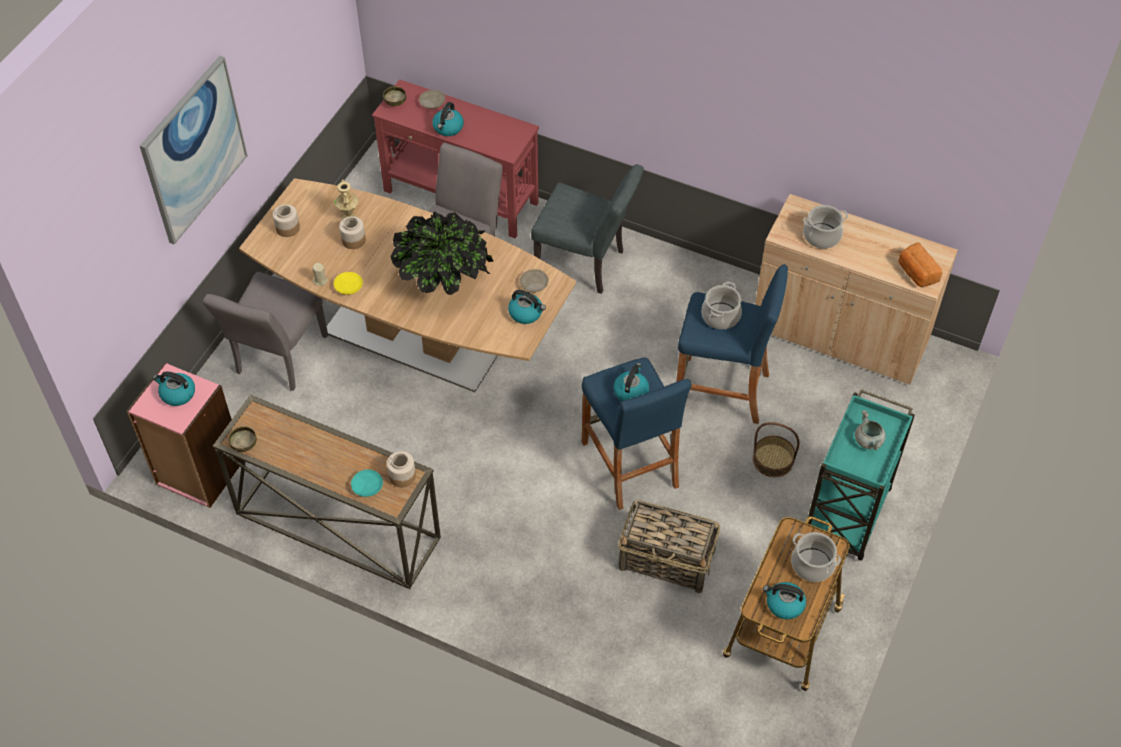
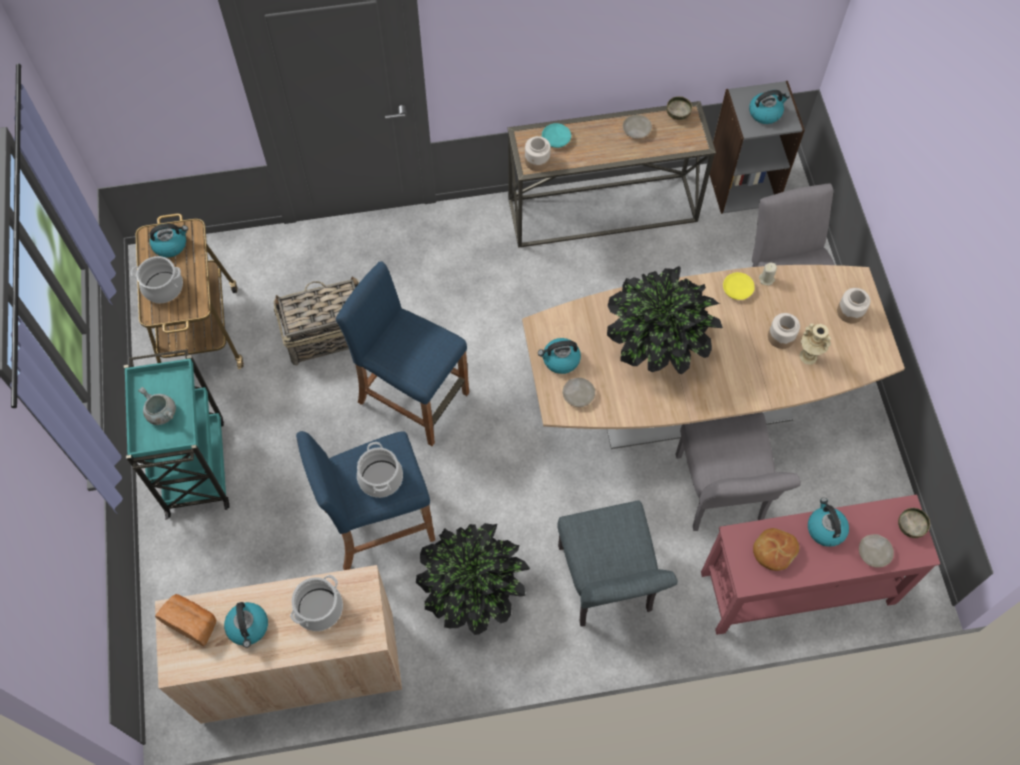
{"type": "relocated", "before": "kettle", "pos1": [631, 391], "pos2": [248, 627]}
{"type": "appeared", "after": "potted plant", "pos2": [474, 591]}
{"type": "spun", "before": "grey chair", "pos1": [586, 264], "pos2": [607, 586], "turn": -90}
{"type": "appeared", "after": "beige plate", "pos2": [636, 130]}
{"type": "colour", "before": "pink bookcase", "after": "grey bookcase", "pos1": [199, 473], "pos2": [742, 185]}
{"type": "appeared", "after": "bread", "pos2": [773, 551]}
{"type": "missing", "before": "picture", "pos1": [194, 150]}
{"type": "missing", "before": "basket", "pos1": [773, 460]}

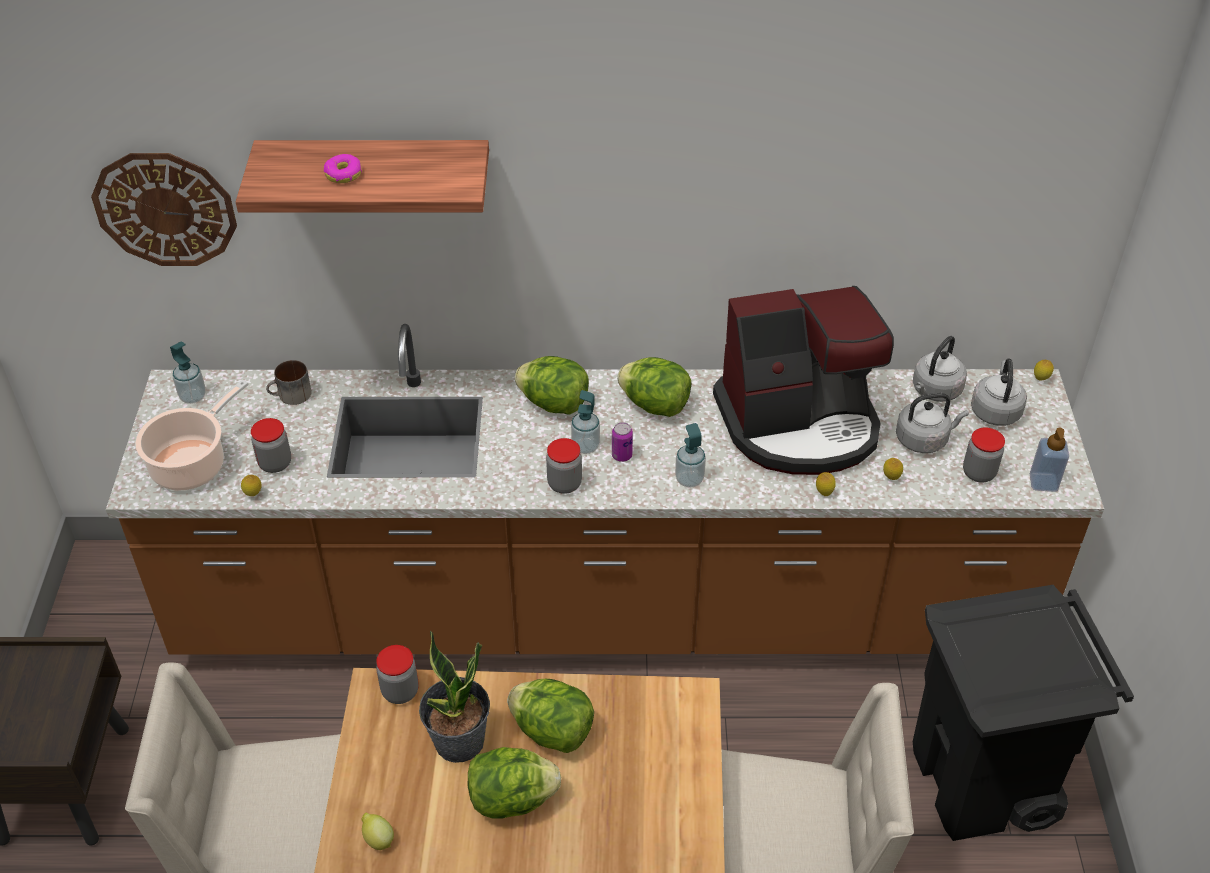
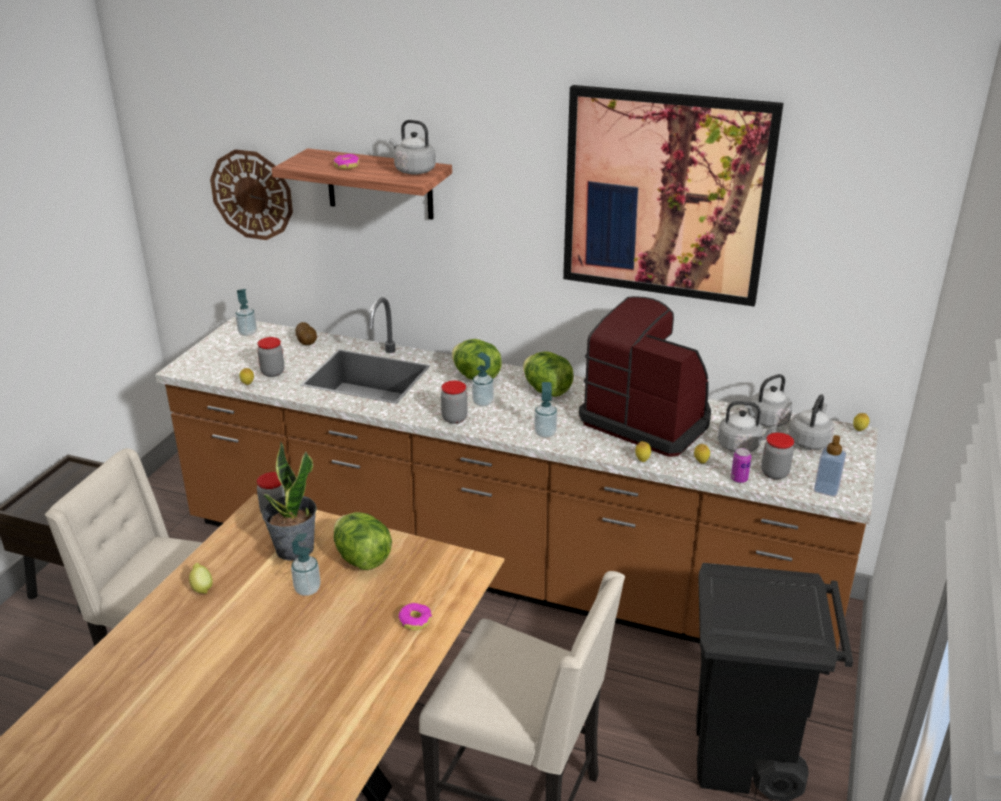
{"type": "exchanged", "before": "lettuce", "after": "soap dispenser", "pos1": [512, 799], "pos2": [307, 589]}
{"type": "exchanged", "before": "mug", "after": "potato", "pos1": [291, 396], "pos2": [307, 343]}
{"type": "appeared", "after": "grey kettle", "pos2": [413, 171]}
{"type": "appeared", "after": "donut", "pos2": [415, 620]}
{"type": "appeared", "after": "picture", "pos2": [666, 196]}
{"type": "spun", "before": "coffee machine", "pos1": [799, 424], "pos2": [648, 420], "turn": -150}
{"type": "relocated", "before": "can", "pos1": [622, 455], "pos2": [739, 479]}
{"type": "missing", "before": "cooking pot", "pos1": [192, 464]}

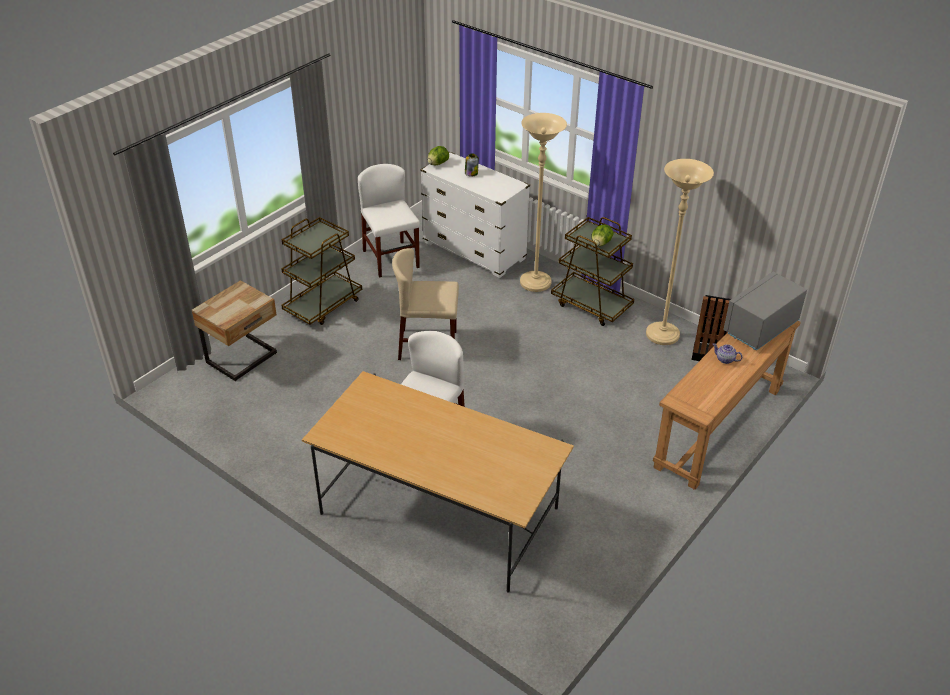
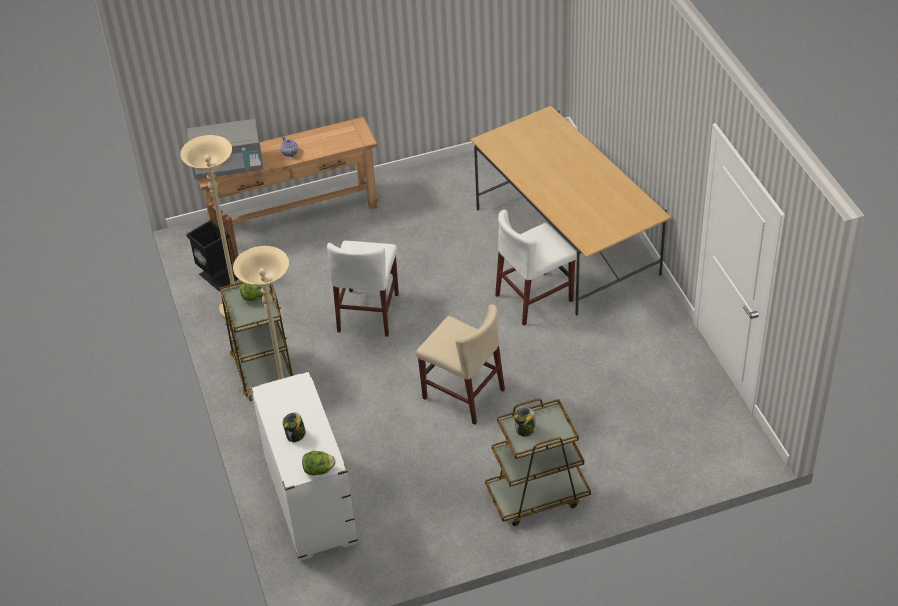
{"type": "relocated", "before": "white chair", "pos1": [391, 259], "pos2": [368, 312]}
{"type": "appeared", "after": "jar", "pos2": [525, 430]}
{"type": "missing", "before": "beige nightstand", "pos1": [243, 359]}

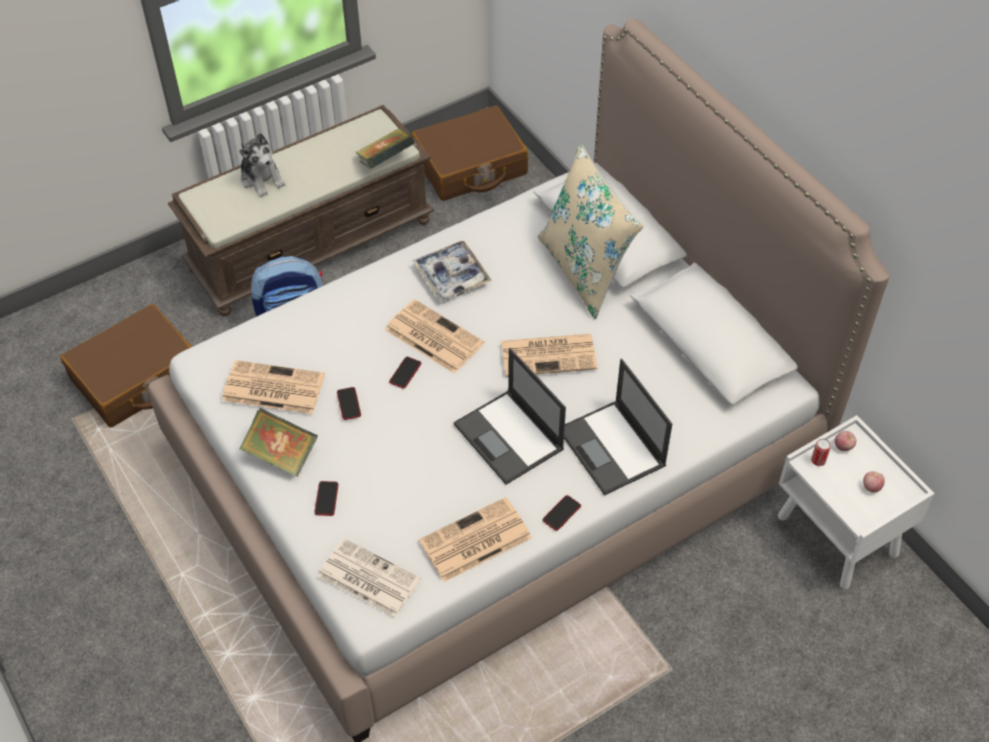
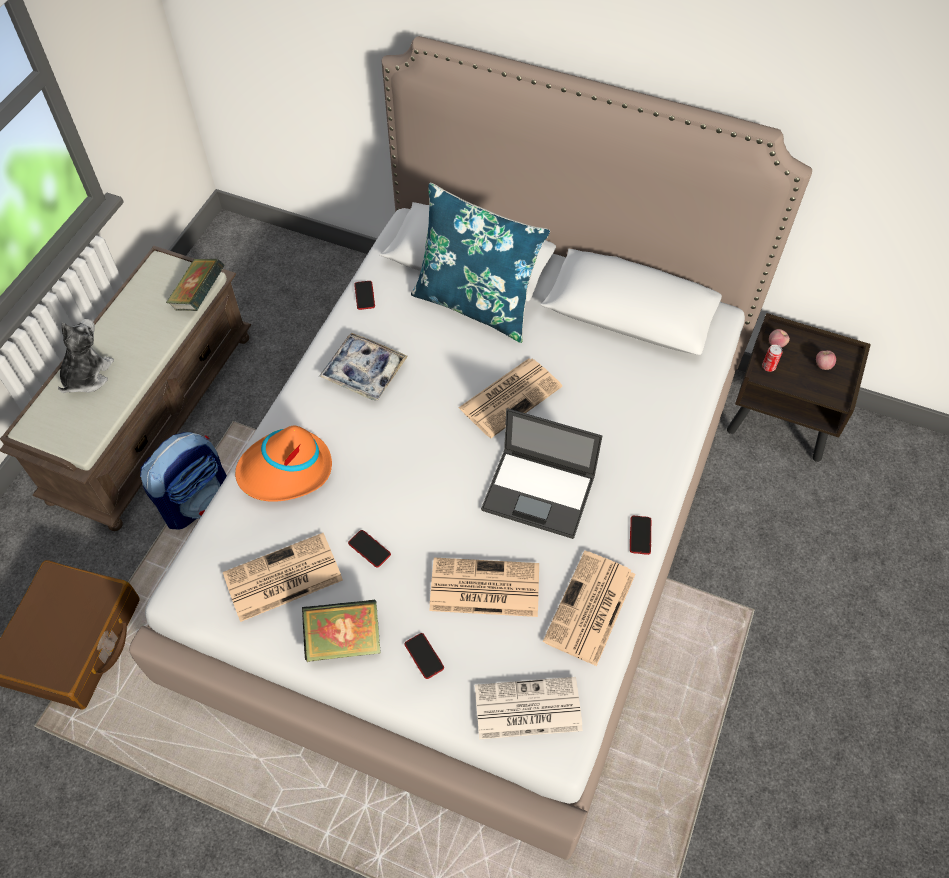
{"type": "spun", "before": "plush toy", "pos1": [262, 179], "pos2": [87, 375], "turn": -90}
{"type": "appeared", "after": "orange hat", "pos2": [285, 470]}
{"type": "relocated", "before": "phone", "pos1": [405, 373], "pos2": [364, 295]}
{"type": "colour", "before": "beige pillow", "after": "blue pillow", "pos1": [585, 270], "pos2": [476, 304]}
{"type": "relocated", "before": "newspaper", "pos1": [432, 336], "pos2": [483, 588]}
{"type": "colour", "before": "white nightstand", "after": "brown nightstand", "pos1": [838, 536], "pos2": [781, 421]}
{"type": "missing", "before": "brown suitcase", "pos1": [470, 166]}
{"type": "missing", "before": "laptop", "pos1": [612, 448]}

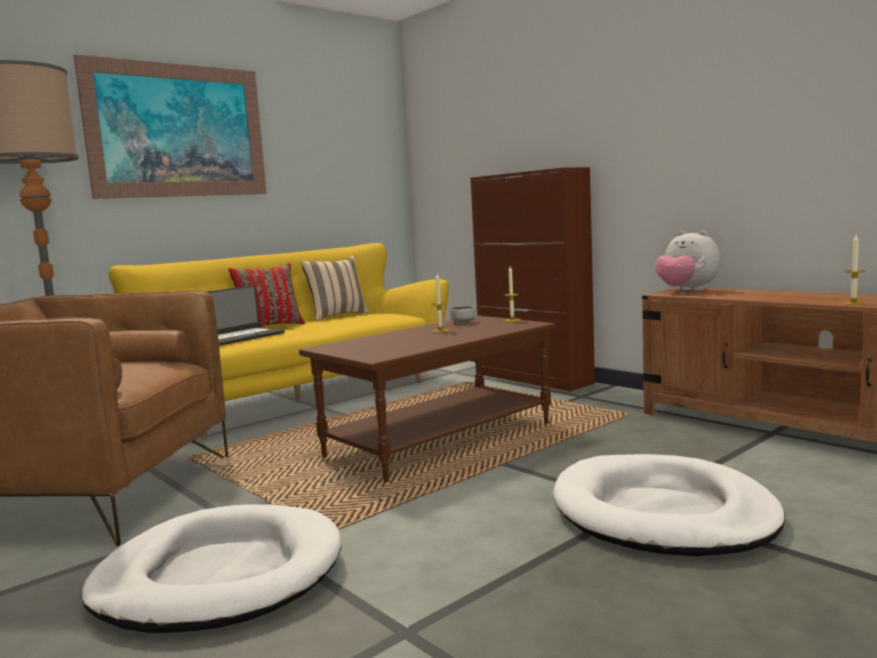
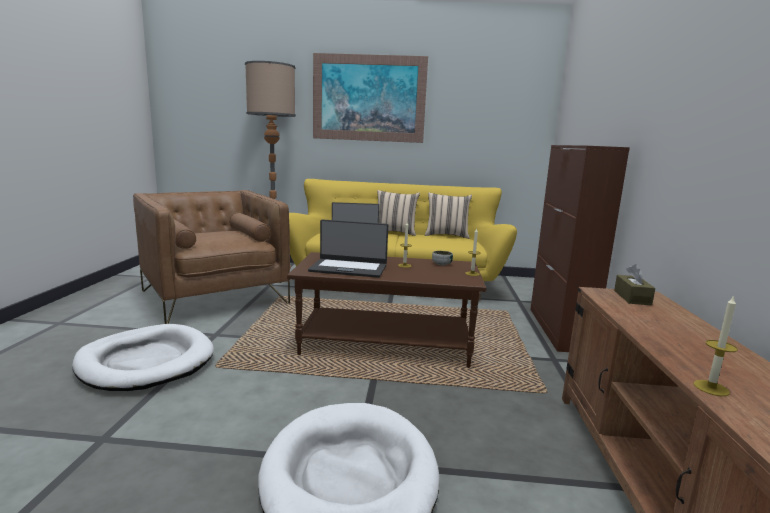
{"type": "appeared", "after": "laptop", "pos2": [348, 268]}
{"type": "colour", "before": "red pillow", "after": "beige pillow", "pos1": [269, 327], "pos2": [395, 232]}
{"type": "exchanged", "before": "plush toy", "after": "brown tissue box", "pos1": [686, 291], "pos2": [632, 297]}

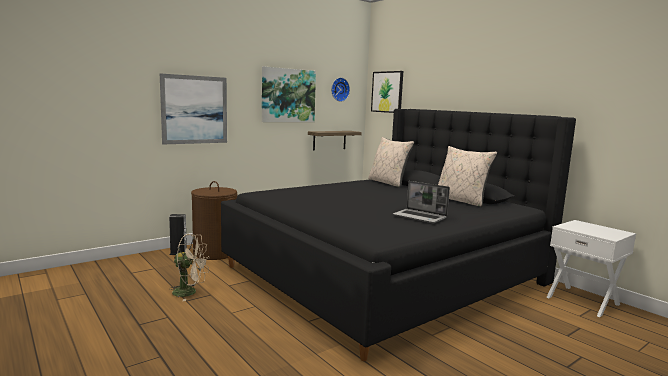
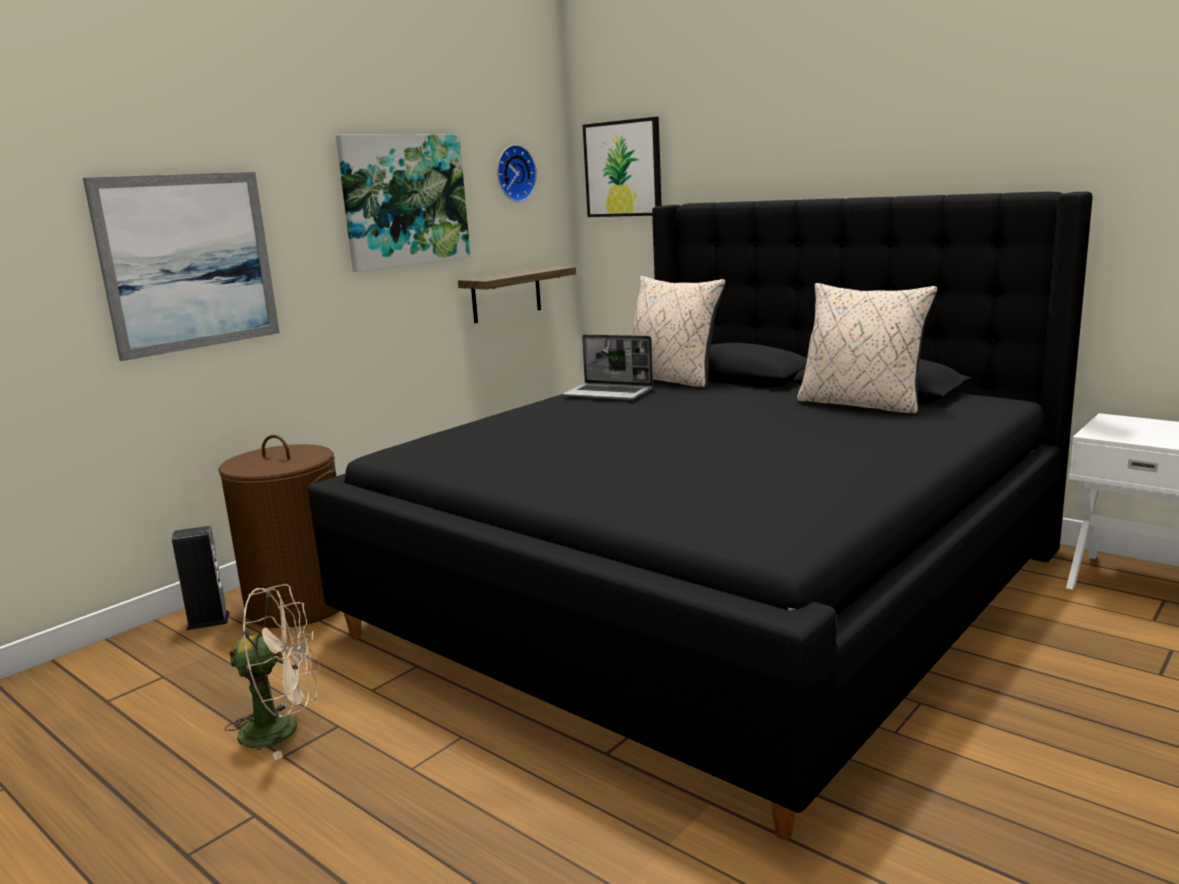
{"type": "relocated", "before": "laptop", "pos1": [420, 217], "pos2": [610, 393]}

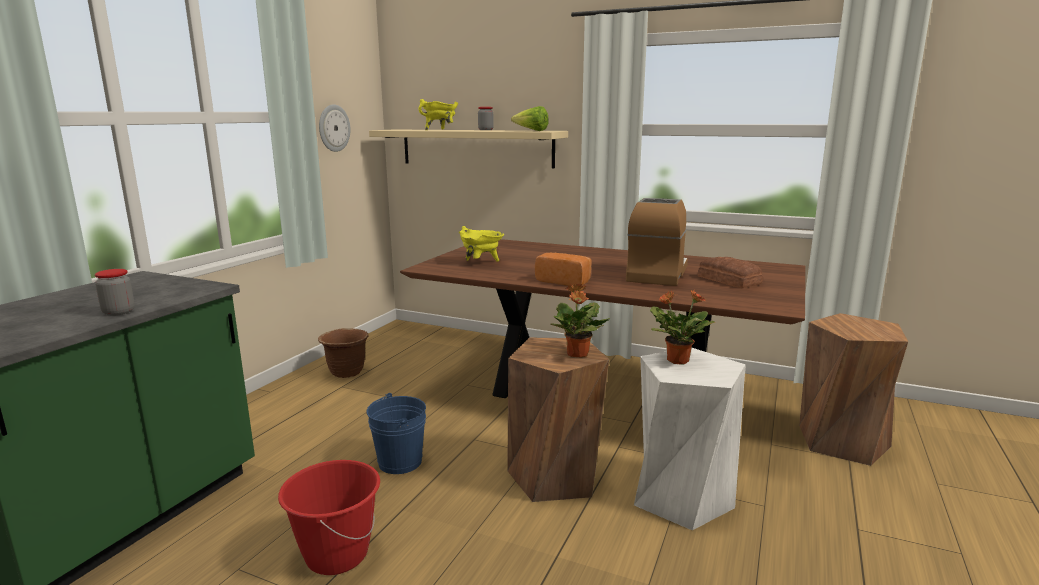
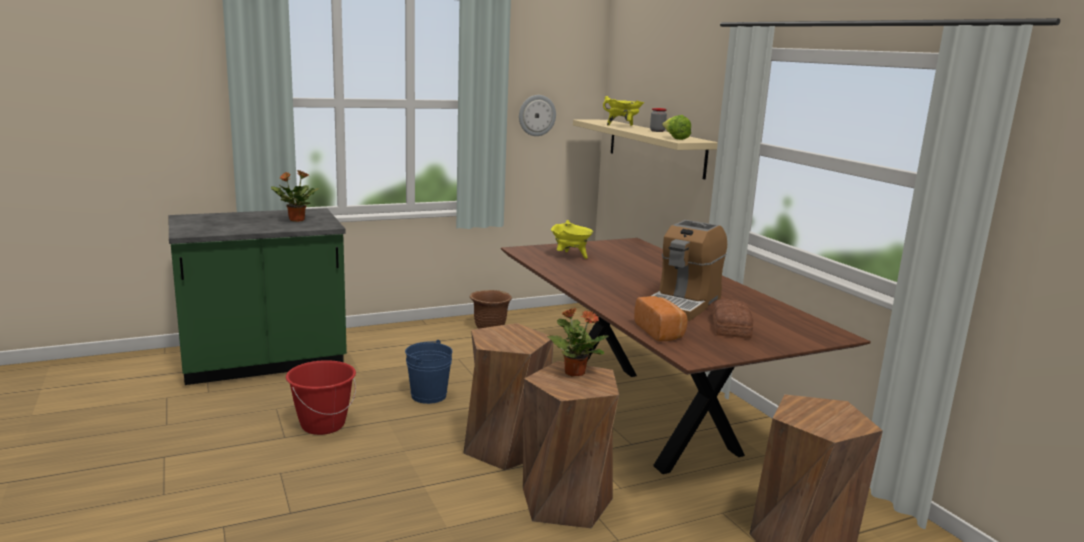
{"type": "relocated", "before": "potted plant", "pos1": [577, 354], "pos2": [296, 220]}
{"type": "colour", "before": "white stool", "after": "brown stool", "pos1": [681, 497], "pos2": [566, 502]}
{"type": "relocated", "before": "bread", "pos1": [564, 281], "pos2": [660, 332]}
{"type": "spun", "before": "coffee machine", "pos1": [657, 274], "pos2": [683, 303], "turn": 150}
{"type": "missing", "before": "jar", "pos1": [118, 312]}

